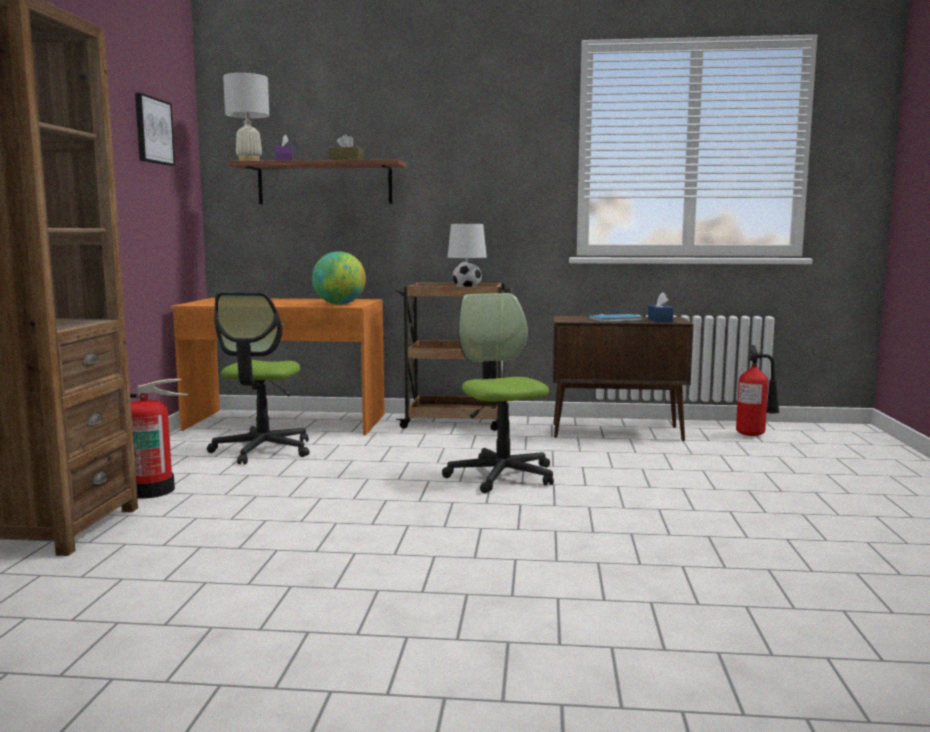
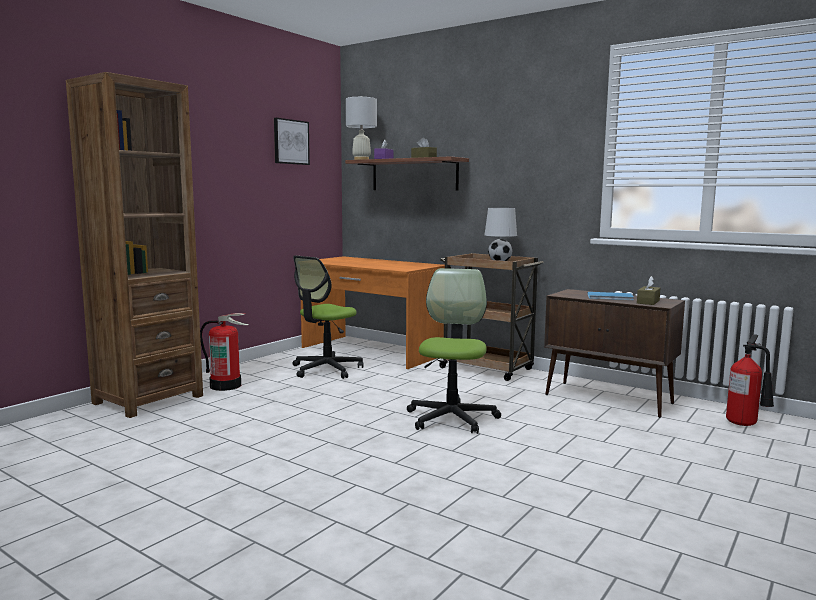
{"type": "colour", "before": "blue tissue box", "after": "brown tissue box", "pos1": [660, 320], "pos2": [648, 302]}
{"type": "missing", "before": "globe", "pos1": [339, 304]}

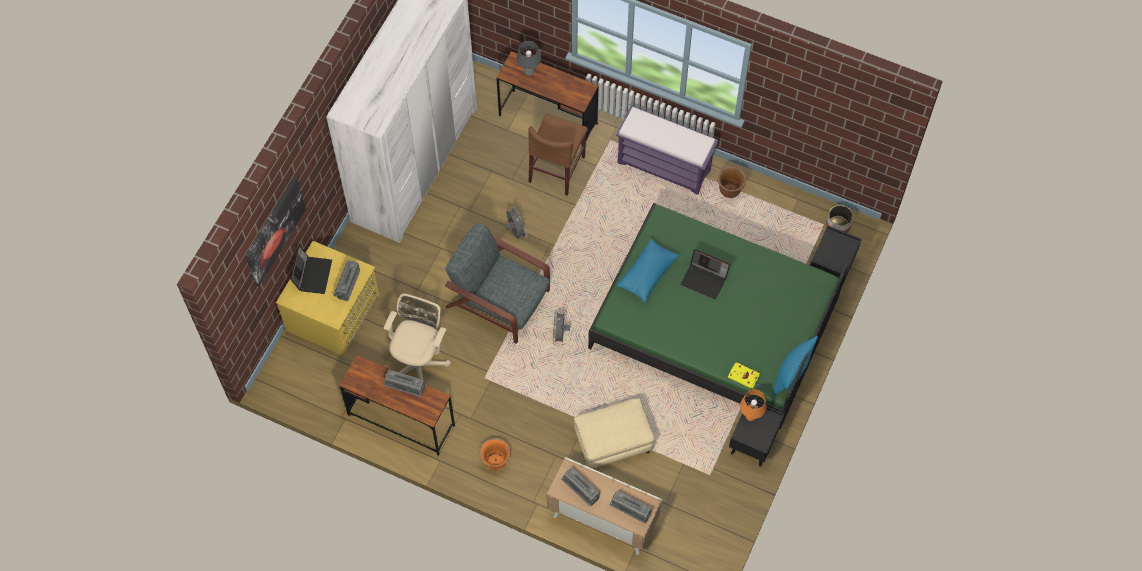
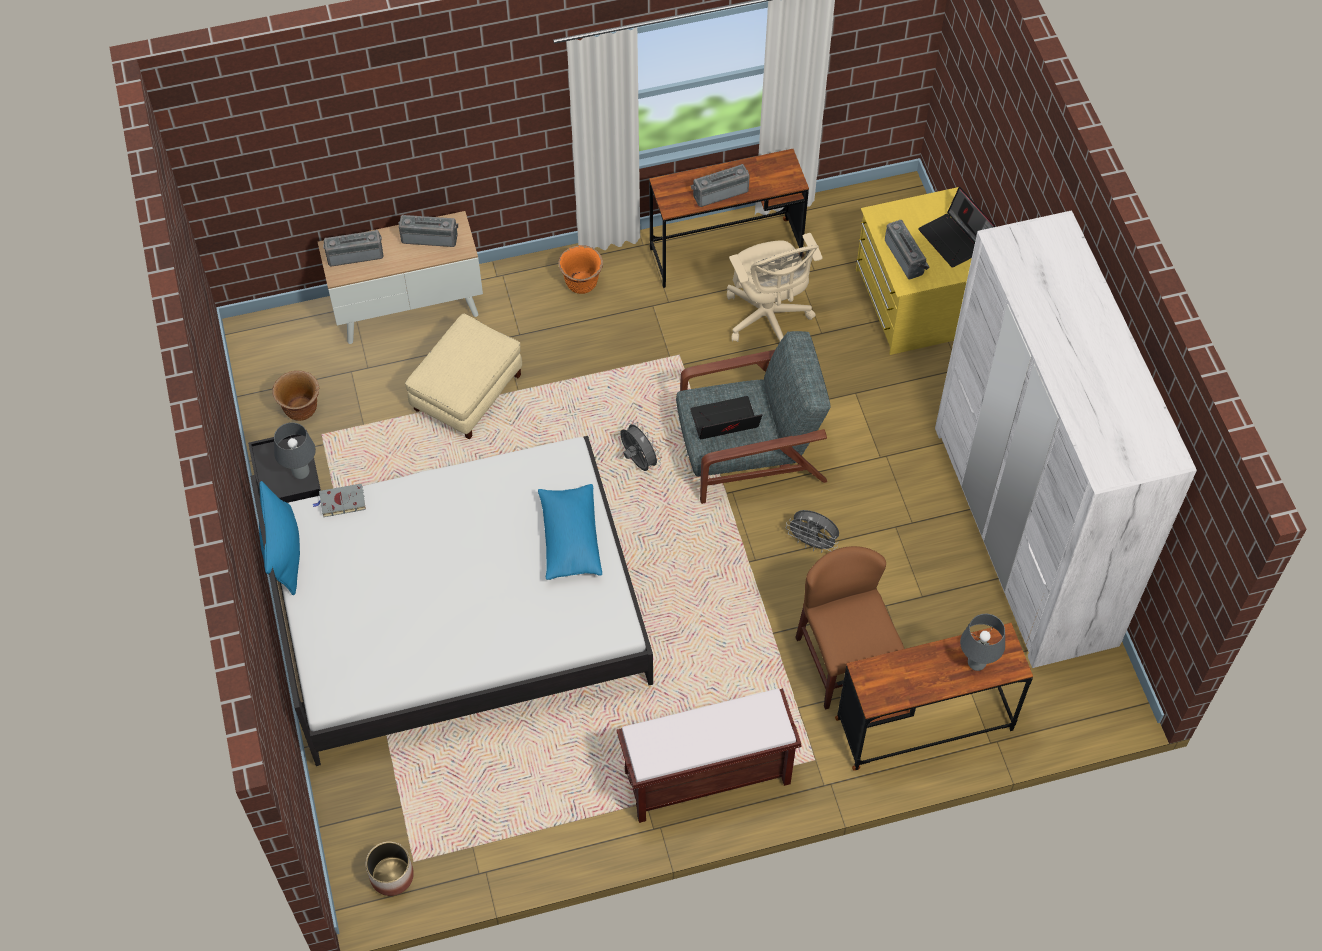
{"type": "colour", "before": "green bed", "after": "white bed", "pos1": [714, 323], "pos2": [458, 613]}
{"type": "relocated", "before": "brown planter", "pos1": [729, 190], "pos2": [301, 410]}
{"type": "colour", "before": "orange table lamp", "after": "grey table lamp", "pos1": [750, 417], "pos2": [301, 472]}
{"type": "colour", "before": "yellow book", "after": "grey book", "pos1": [744, 376], "pos2": [341, 502]}
{"type": "colour", "before": "purple bench", "after": "brown bench", "pos1": [665, 166], "pos2": [706, 778]}
{"type": "relocated", "before": "laptop", "pos1": [705, 280], "pos2": [724, 423]}
{"type": "missing", "before": "picture", "pos1": [274, 231]}
{"type": "missing", "before": "black nightstand", "pos1": [830, 271]}

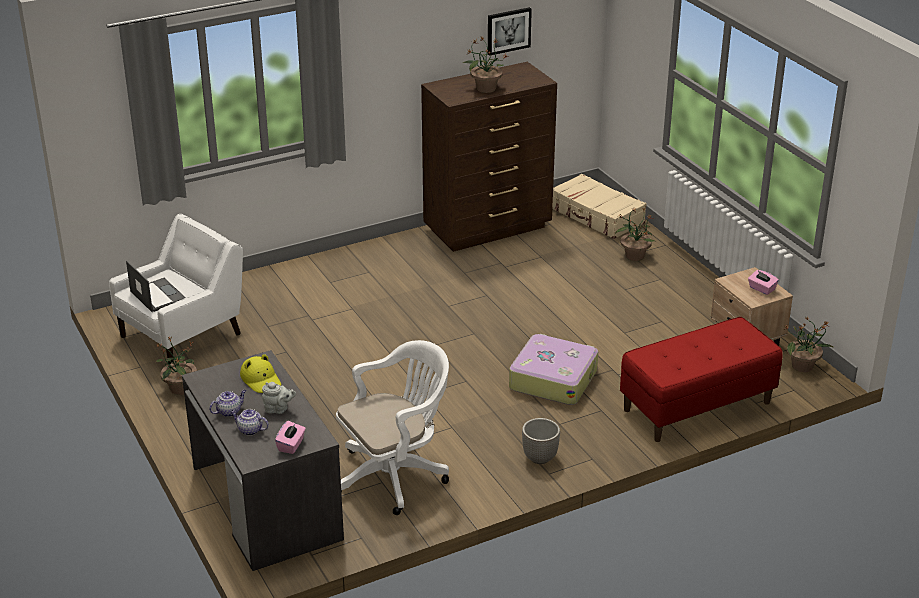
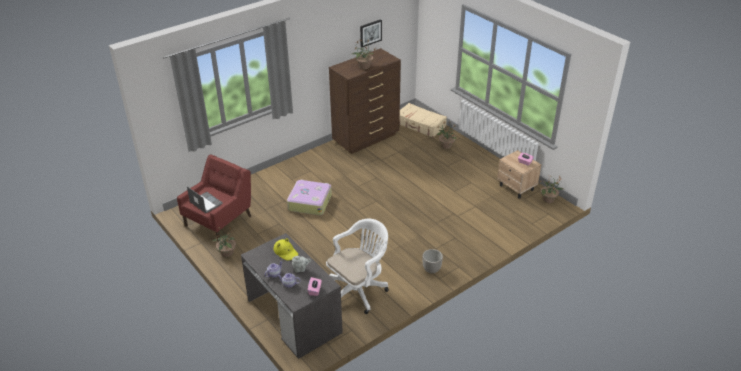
{"type": "colour", "before": "white armchair", "after": "red armchair", "pos1": [183, 335], "pos2": [219, 220]}
{"type": "relocated", "before": "suitcase", "pos1": [553, 379], "pos2": [310, 202]}
{"type": "missing", "before": "red bench", "pos1": [697, 406]}

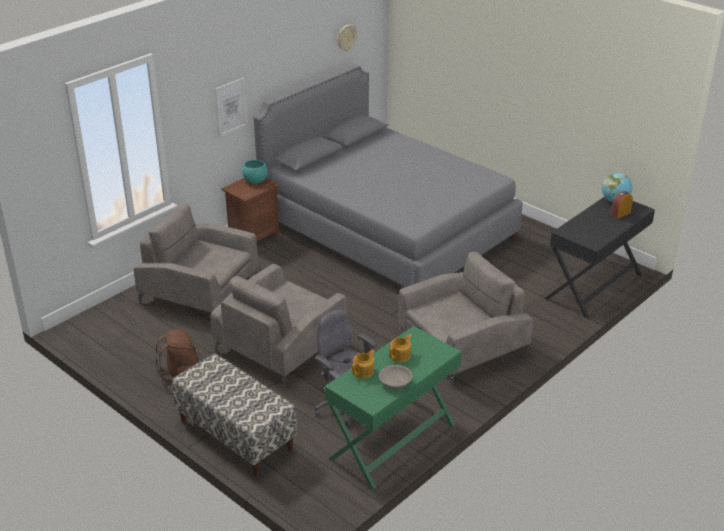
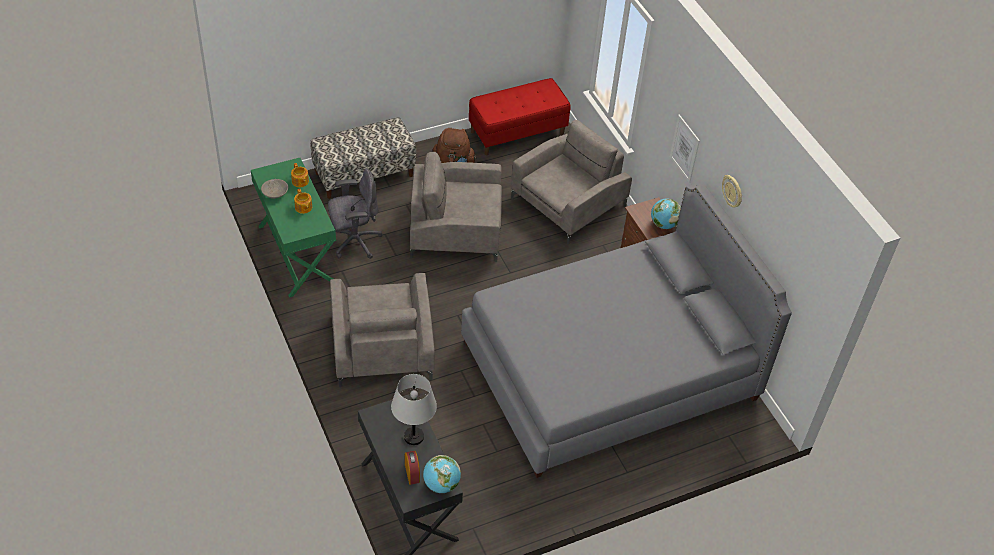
{"type": "appeared", "after": "grey table lamp", "pos2": [413, 436]}
{"type": "spun", "before": "grey armchair", "pos1": [281, 345], "pos2": [456, 229], "turn": -60}
{"type": "appeared", "after": "red bench", "pos2": [517, 133]}
{"type": "exchanged", "before": "turquoise bowl", "after": "globe", "pos1": [254, 180], "pos2": [663, 224]}
{"type": "relocated", "before": "wall clock", "pos1": [346, 37], "pos2": [732, 191]}

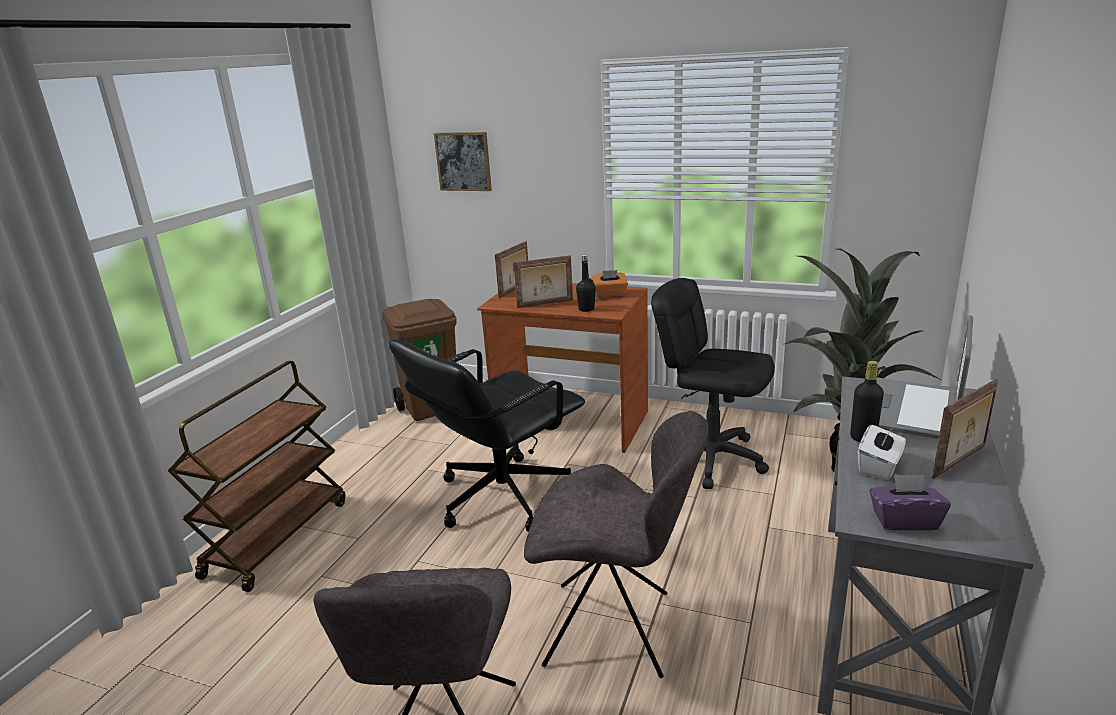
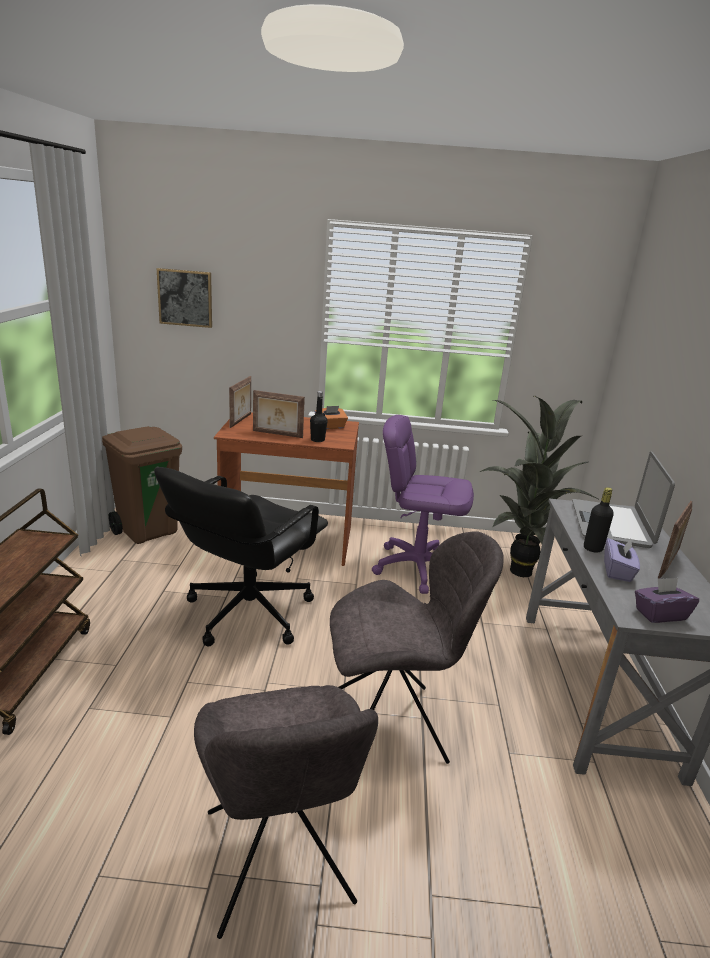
{"type": "spun", "before": "picture frame", "pos1": [545, 304], "pos2": [277, 434], "turn": 45}
{"type": "colour", "before": "black office chair", "after": "purple office chair", "pos1": [711, 458], "pos2": [417, 567]}
{"type": "colour", "before": "white tissue box", "after": "purple tissue box", "pos1": [879, 466], "pos2": [617, 571]}

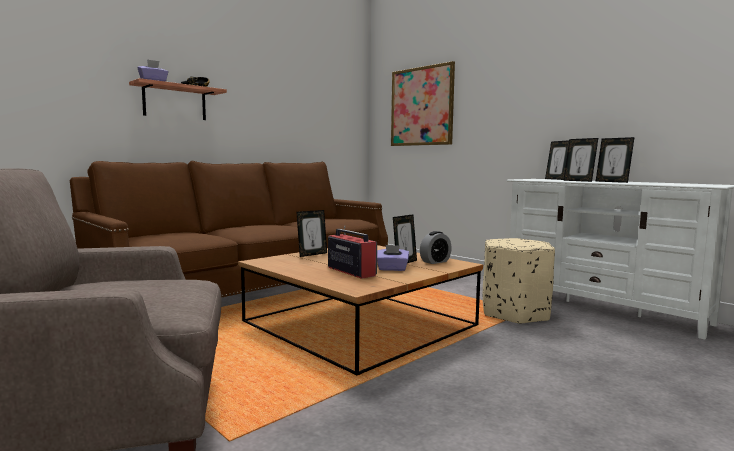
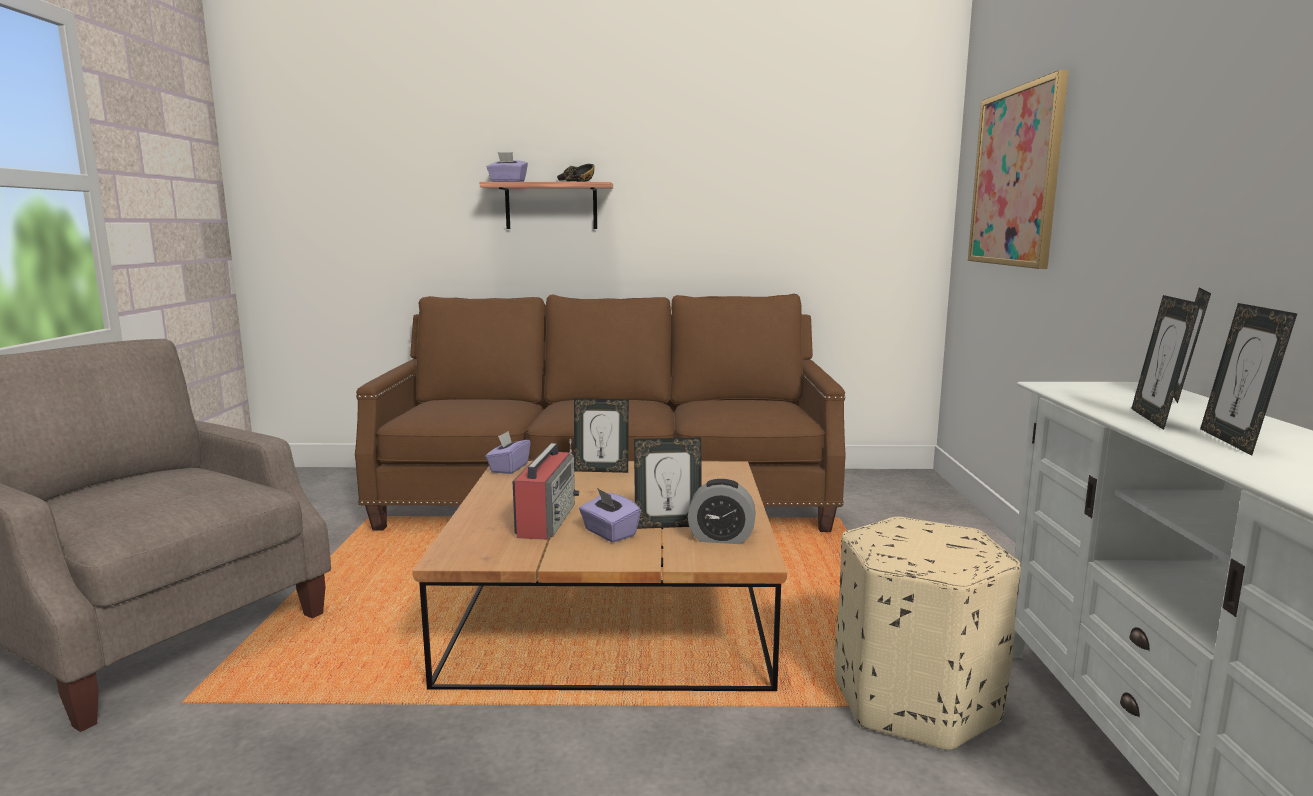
{"type": "appeared", "after": "purple tissue box", "pos2": [508, 468]}

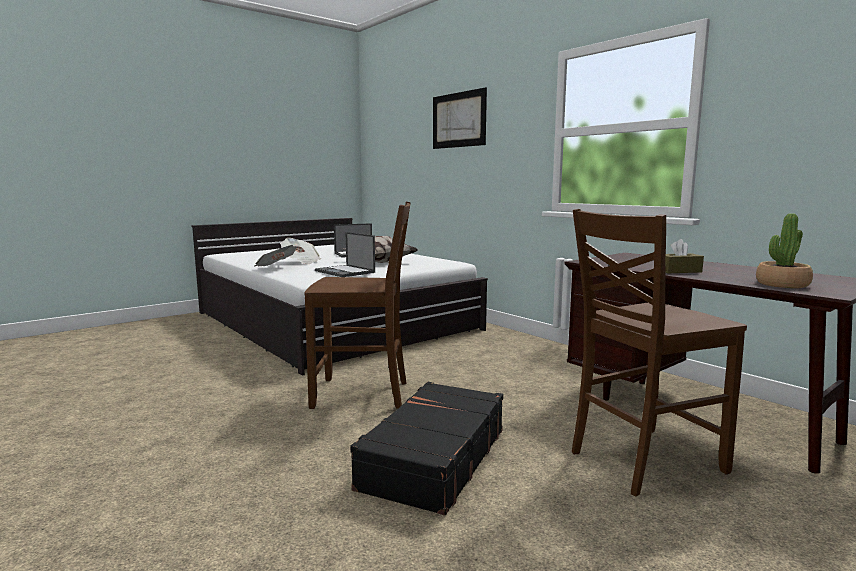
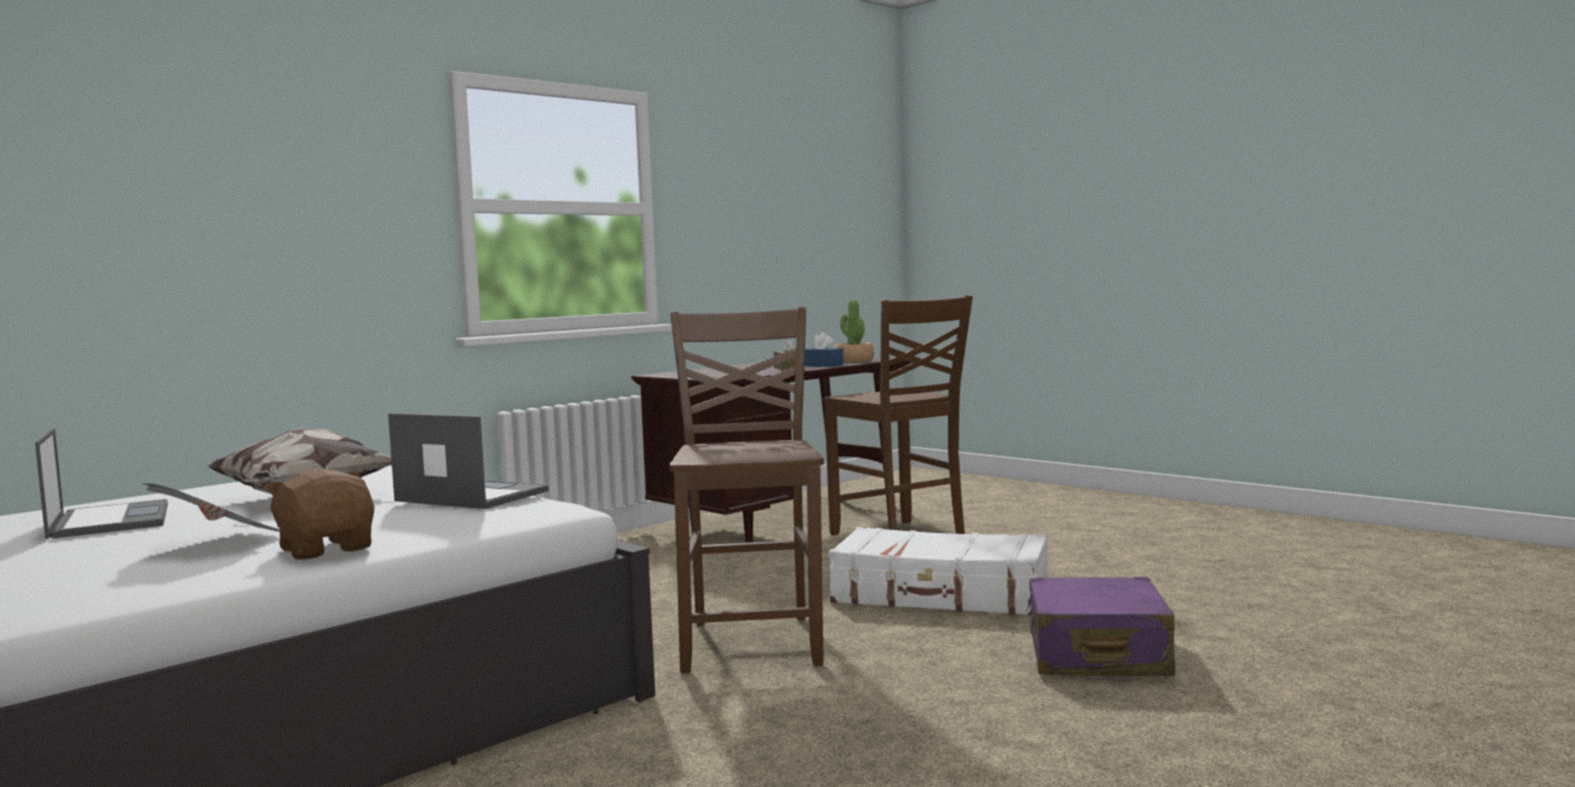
{"type": "exchanged", "before": "newspaper", "after": "brown plush toy", "pos1": [276, 268], "pos2": [327, 549]}
{"type": "spun", "before": "laptop", "pos1": [345, 272], "pos2": [470, 496], "turn": -105}
{"type": "appeared", "after": "blue tissue box", "pos2": [822, 365]}
{"type": "colour", "before": "black suitcase", "after": "white suitcase", "pos1": [433, 458], "pos2": [941, 595]}
{"type": "appeared", "after": "purple suitcase", "pos2": [1097, 655]}
{"type": "missing", "before": "picture", "pos1": [458, 120]}

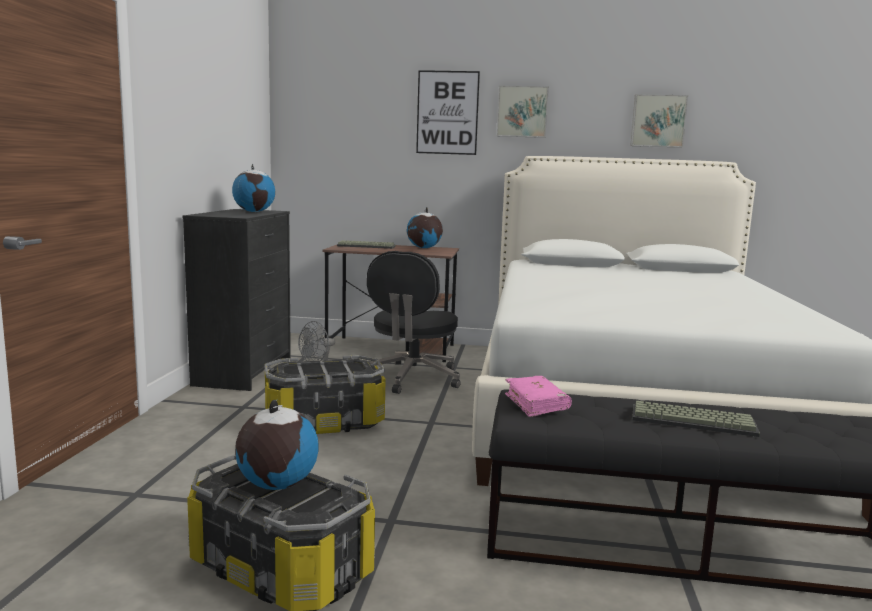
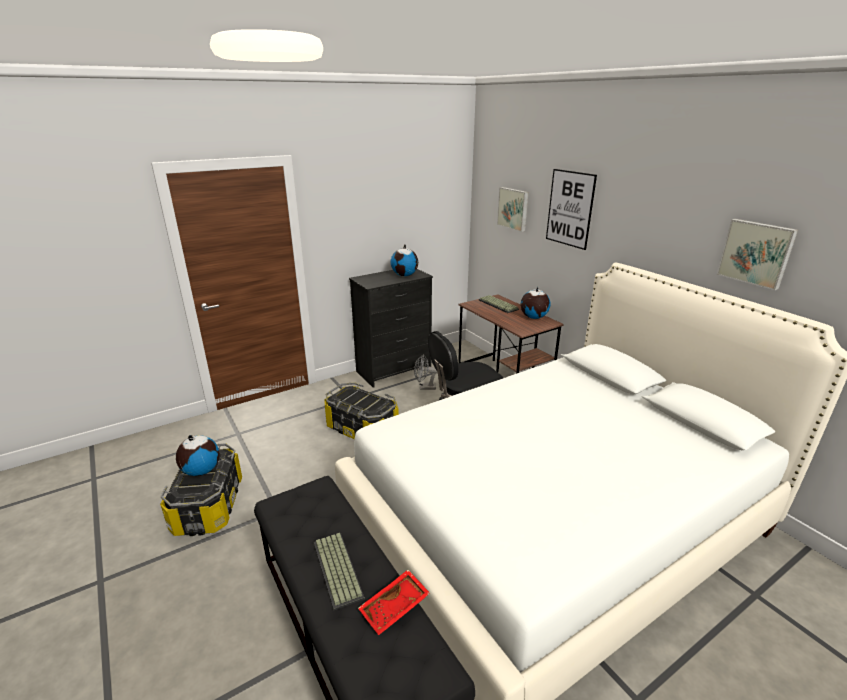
{"type": "appeared", "after": "red tray", "pos2": [395, 608]}
{"type": "relocated", "before": "picture", "pos1": [522, 111], "pos2": [513, 208]}
{"type": "missing", "before": "pink book", "pos1": [536, 404]}

